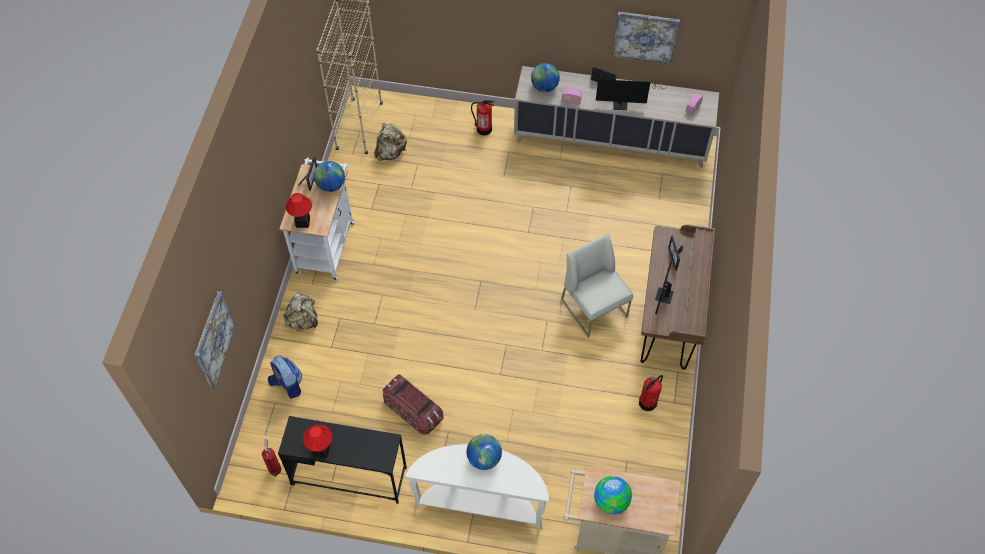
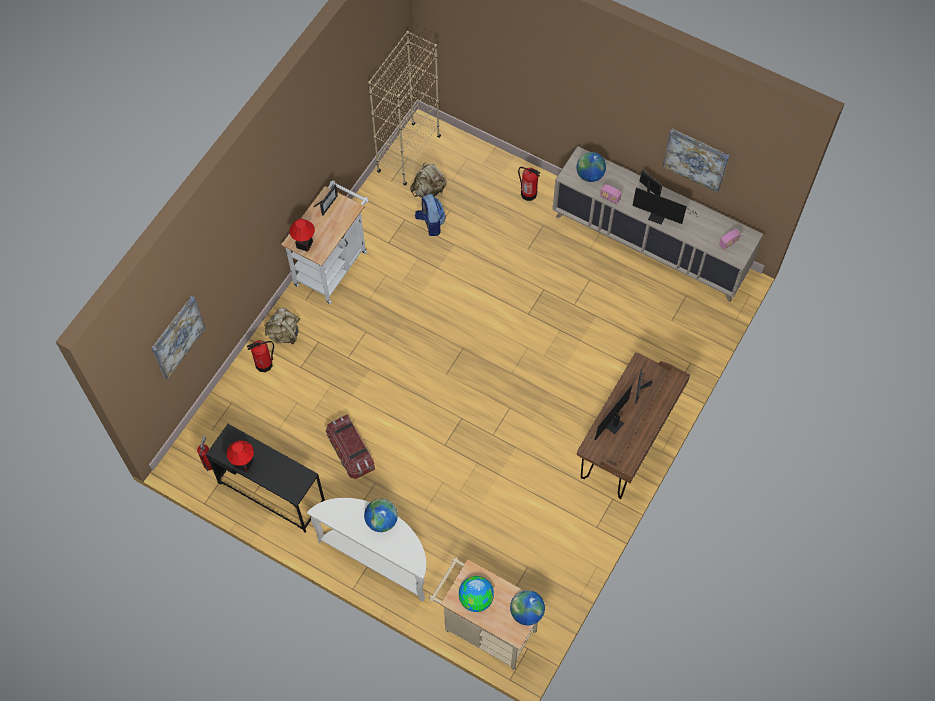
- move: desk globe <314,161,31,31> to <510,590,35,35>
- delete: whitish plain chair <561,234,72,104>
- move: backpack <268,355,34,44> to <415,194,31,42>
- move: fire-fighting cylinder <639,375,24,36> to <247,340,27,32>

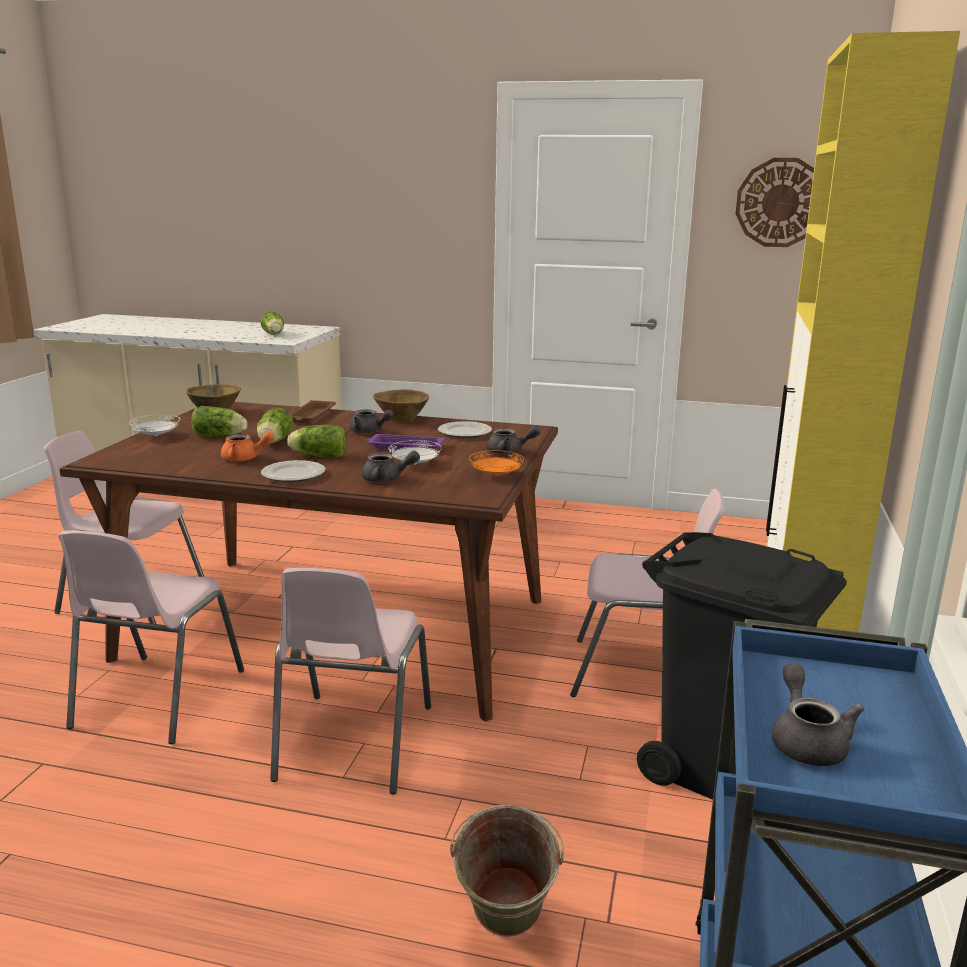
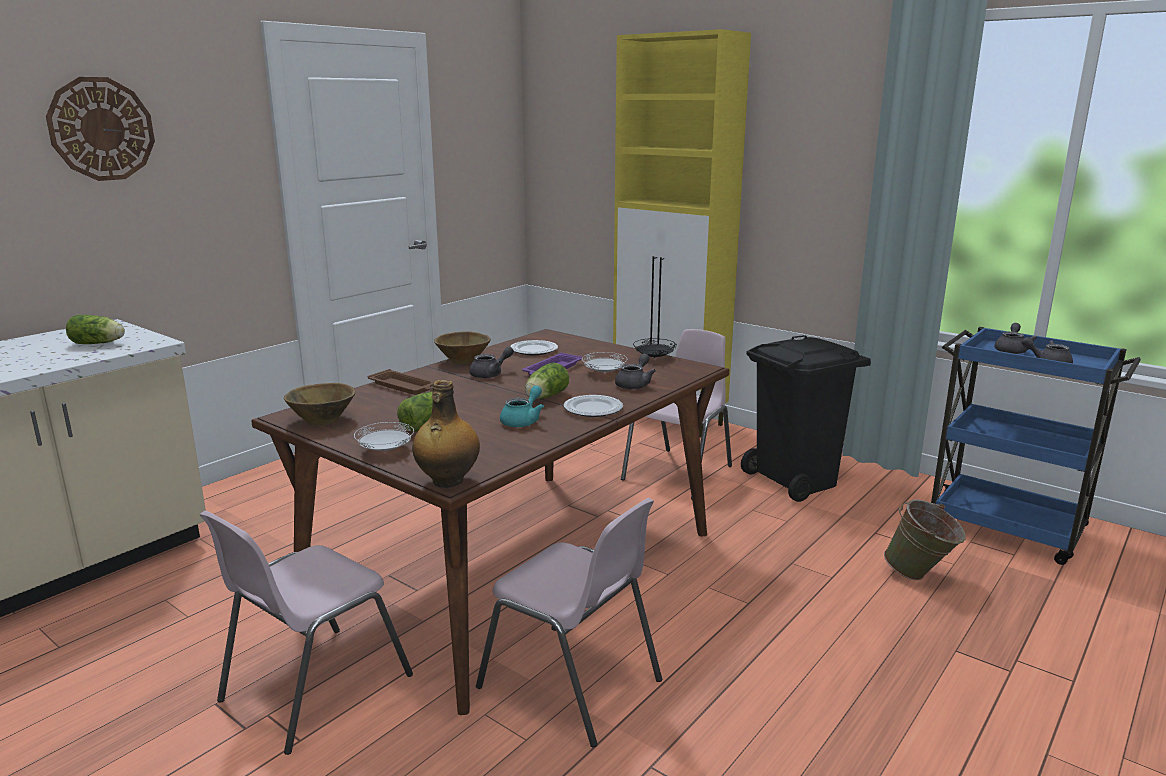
- move: wall clock <735,158,79,89> to <46,77,109,104>
- delete: lettuce head <257,408,37,36>
- move: greyish tea pot <487,426,53,29> to <994,323,43,31>
- recolor: orange-coloured tea pot <221,432,54,30> to blue-green tea pot <500,385,44,42>
- recolor: orange-coloured plate <469,450,55,26> to black plate <633,338,44,20>
- delete: pink-coloured plain chair <270,568,161,226>
- insert: drink bottle <412,380,68,108>

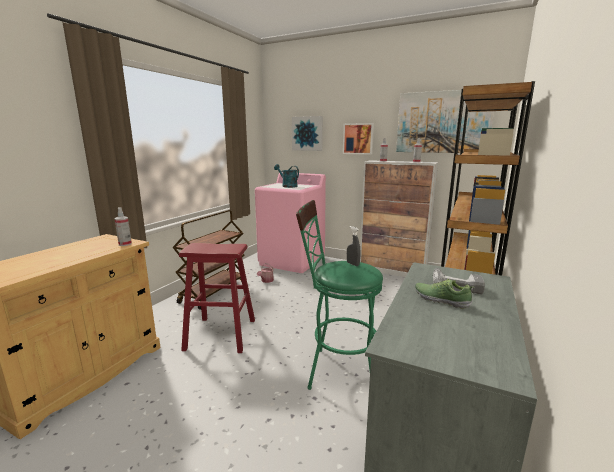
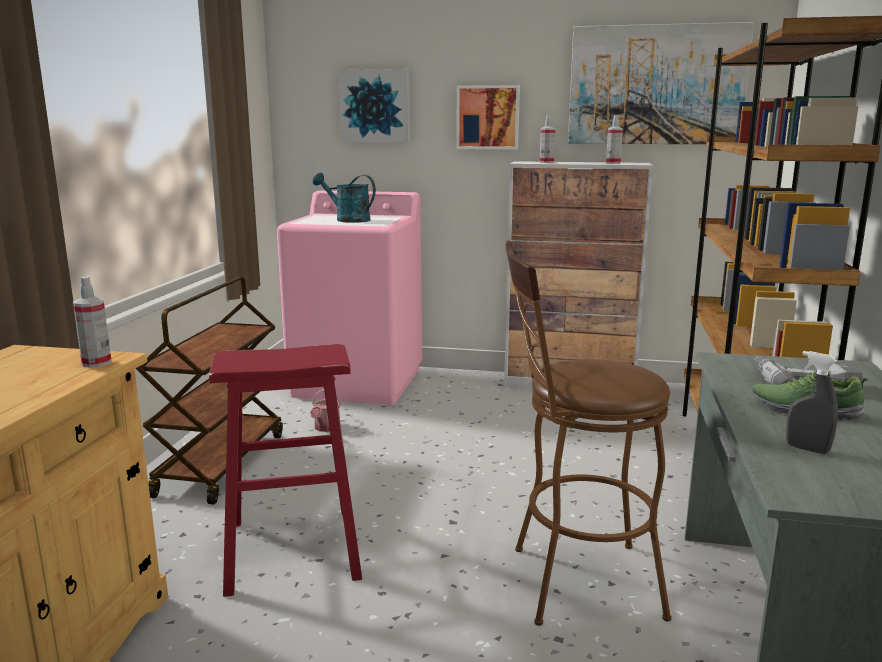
- recolor: green-coloured stool seat <296,200,87,190> to brown stool seat <505,241,166,385>
- move: greyish hand sprayer <347,226,13,40> to <786,351,52,103>

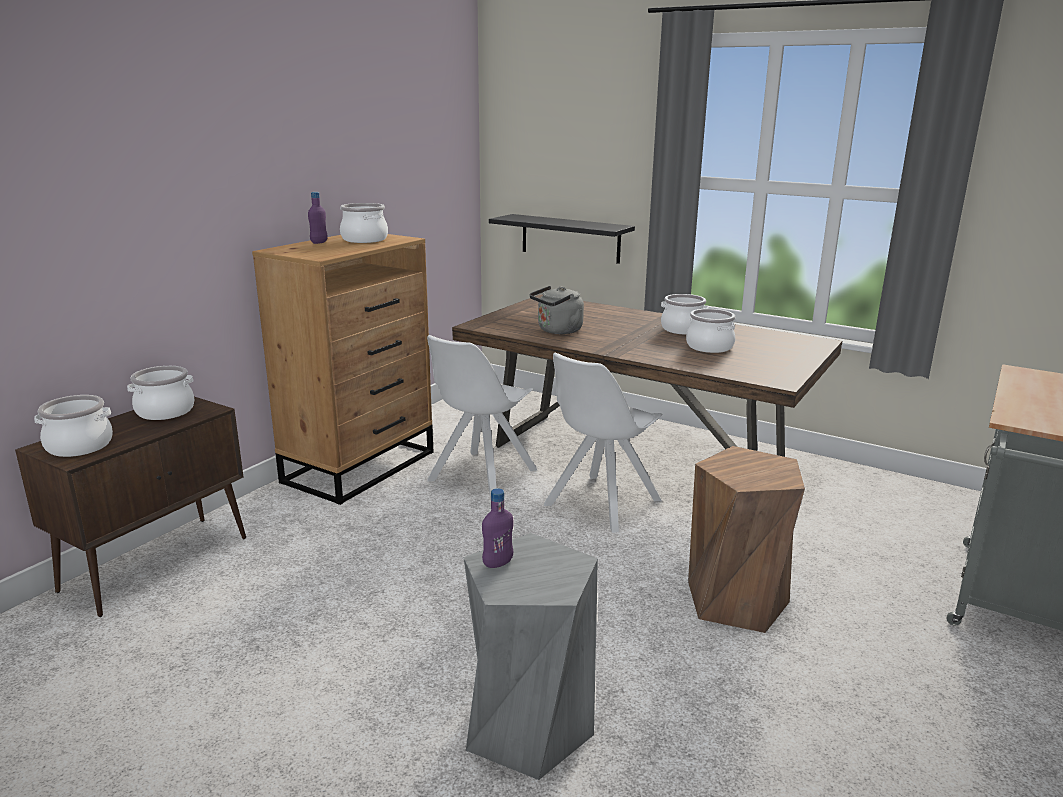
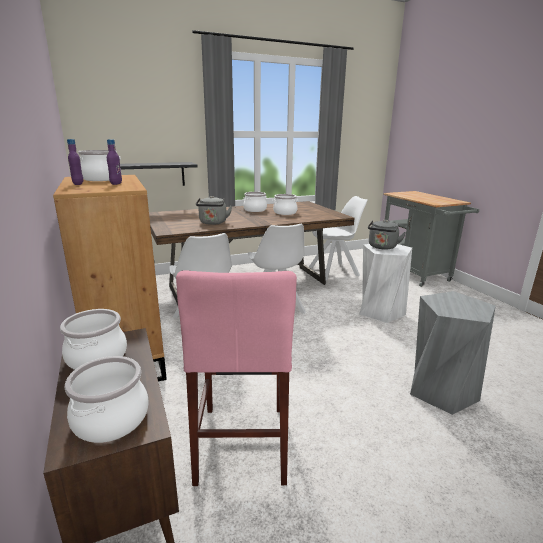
- recolor: brown stool seat <688,446,117,187> to whitish stool seat <359,244,53,79>
- move: purple drink bottle <482,488,31,80> to <107,139,15,46>
- insert: whitish plain chair <309,196,59,84>
- insert: greyish water kettle <368,220,38,30>
- insert: pink-coloured stool seat <176,270,121,216>

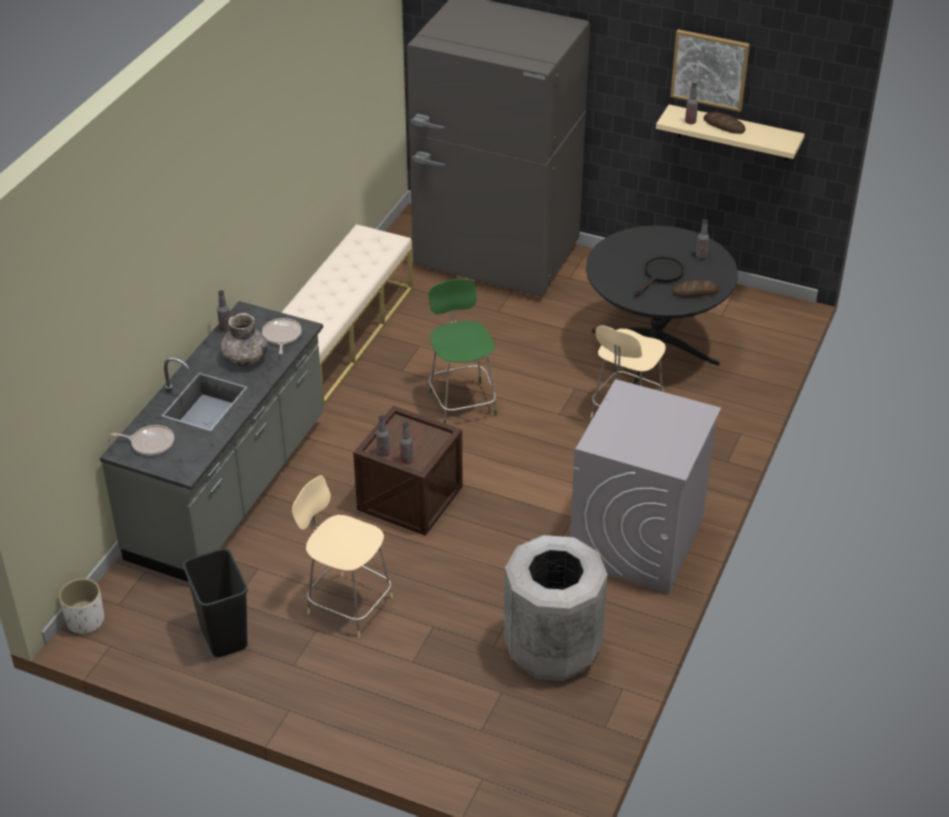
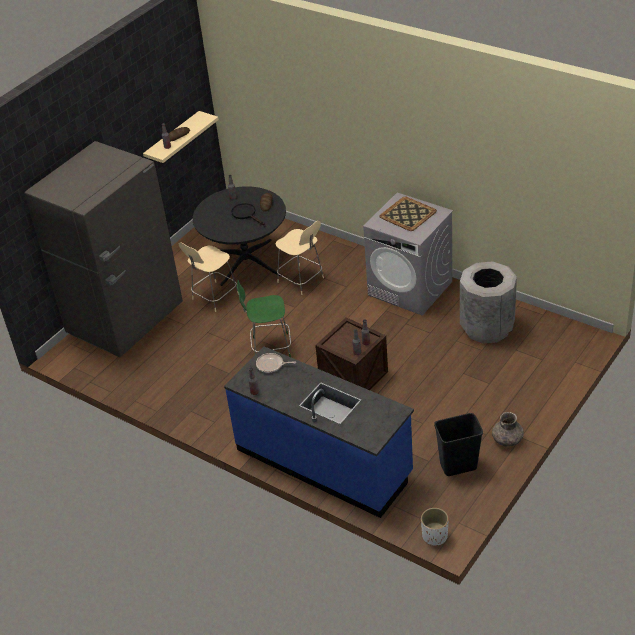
- delete: wall picture <670,29,80,83>
- delete: sand-coloured bench <281,224,132,182>
- recolor: greyish counter <100,301,224,281> to blue counter <224,346,190,172>
- move: greyish flower vase <220,313,48,53> to <492,412,32,35>
- delete: pan <111,425,63,31>
- move: sand-coloured plain chair <292,475,101,163> to <179,242,60,70>
- insert: serving tray <379,197,58,34>

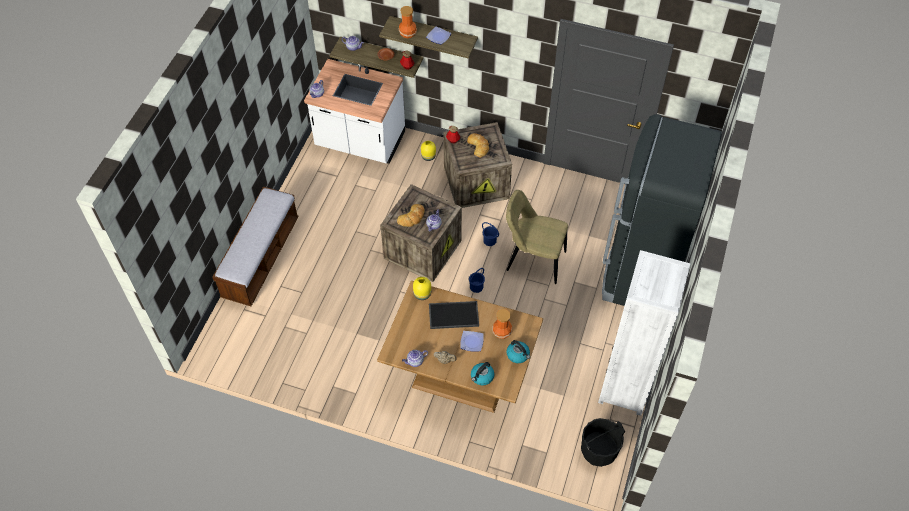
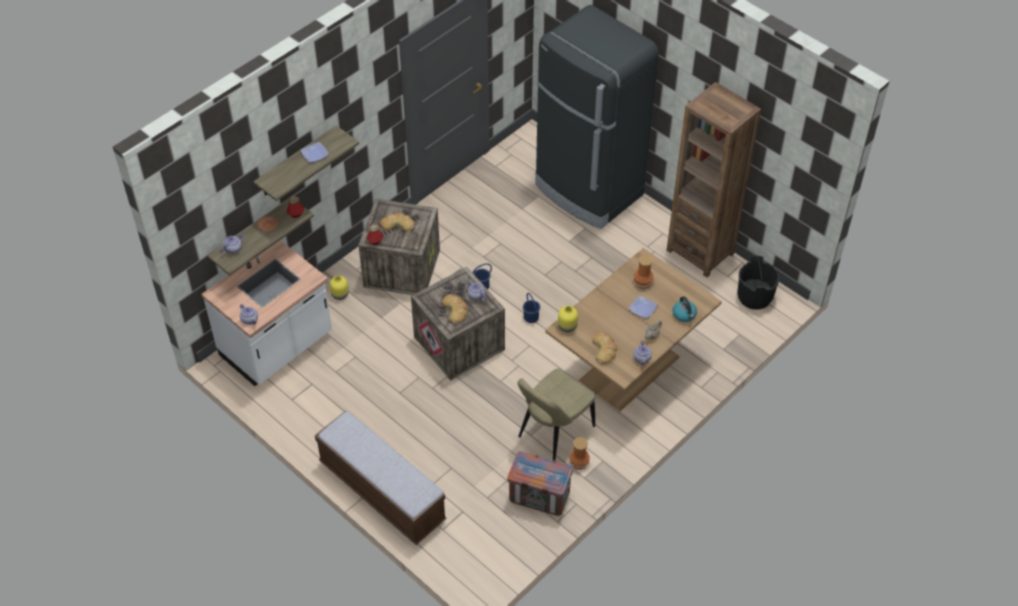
- move: flower vase <398,6,19,32> to <569,437,21,33>
- move: sand-coloured plain chair <506,190,62,94> to <517,368,79,92>
- recolor: whitish bookcase <598,250,92,166> to brown bookcase <667,82,94,195>
- delete: serving tray <429,301,50,28>
- delete: water kettle <506,340,24,23>
- insert: bakery bread <592,332,25,33>
- insert: crate <507,451,66,65>

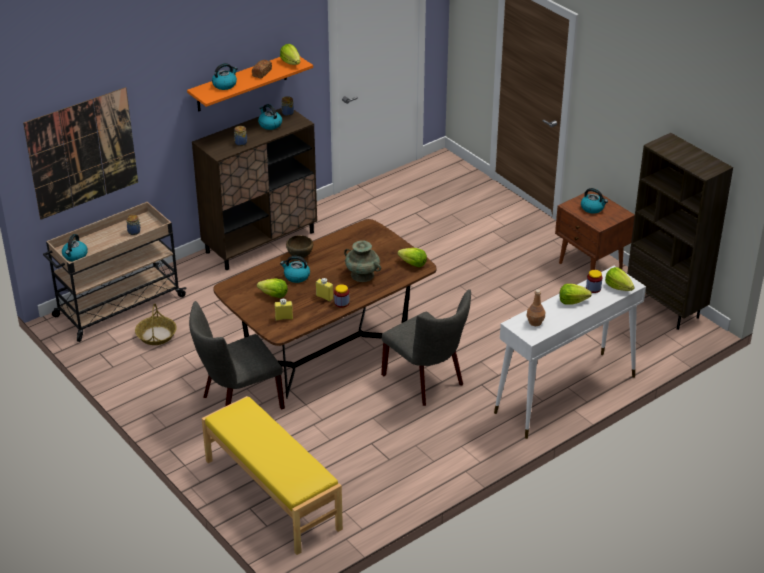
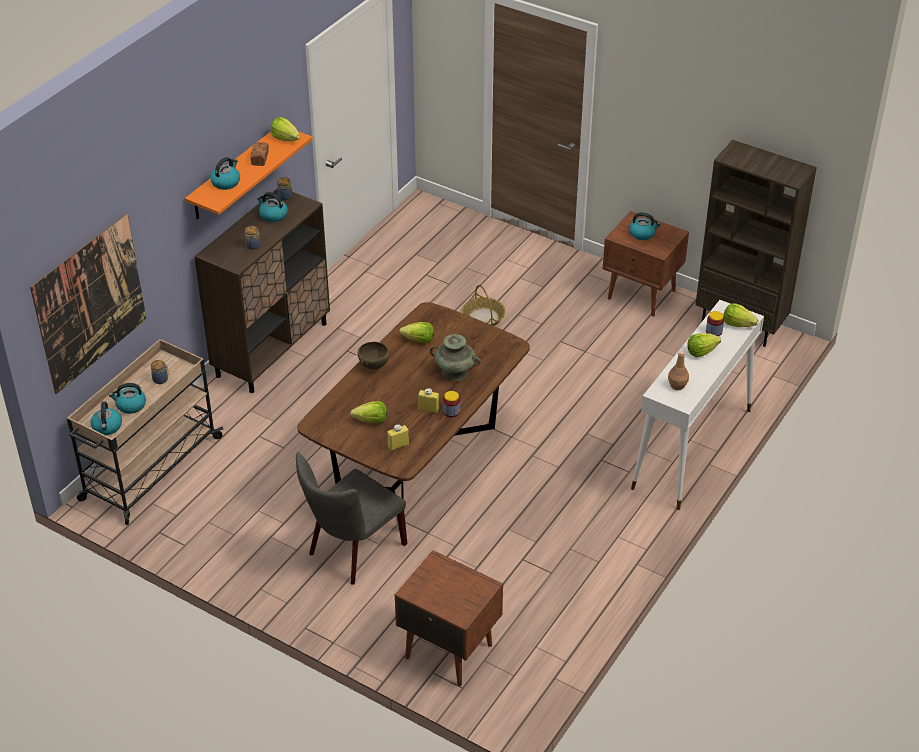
- move: lettuce head <397,248,30,19> to <399,322,35,21>
- move: water kettle <280,256,30,27> to <109,383,37,31>
- delete: greyish plain chair <381,289,90,117>
- move: storage basket <135,304,42,41> to <462,285,43,41>
- replace: yellow bench <202,396,141,159> to brown nightstand <395,550,108,136>

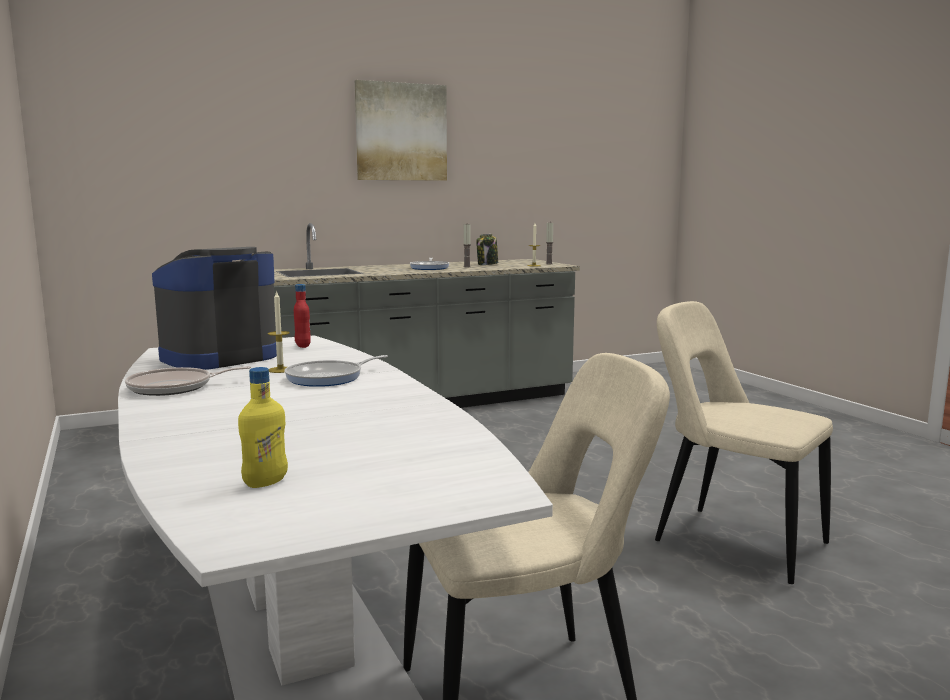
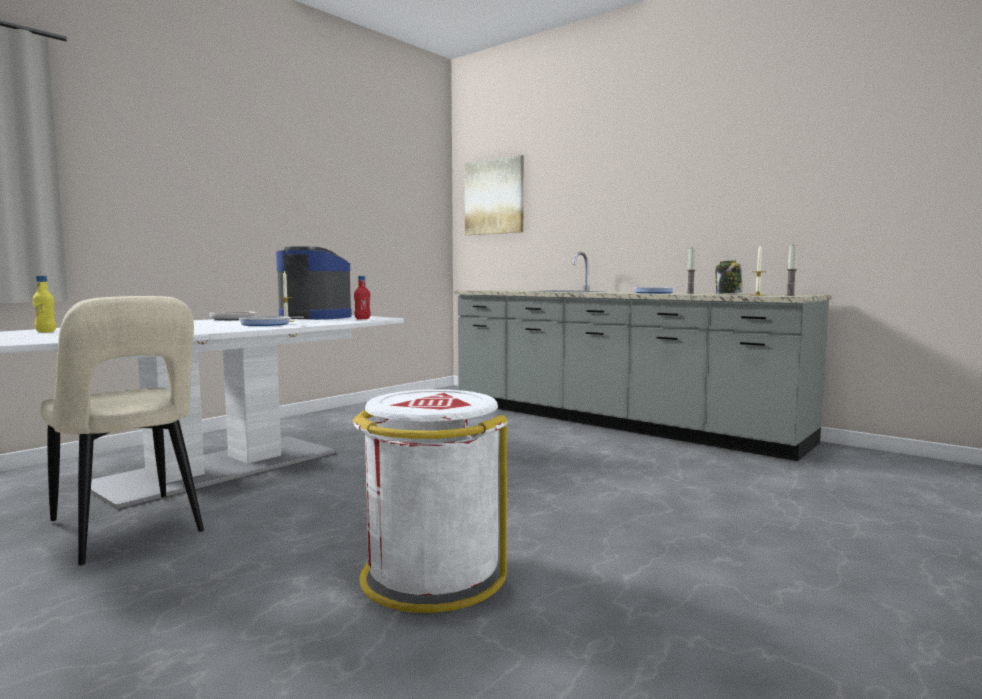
- move: wall picture <355,80,92,101> to <465,155,59,80>
- replace: sand-coloured plain chair <655,301,178,283> to whitish waste bin <353,389,155,224>

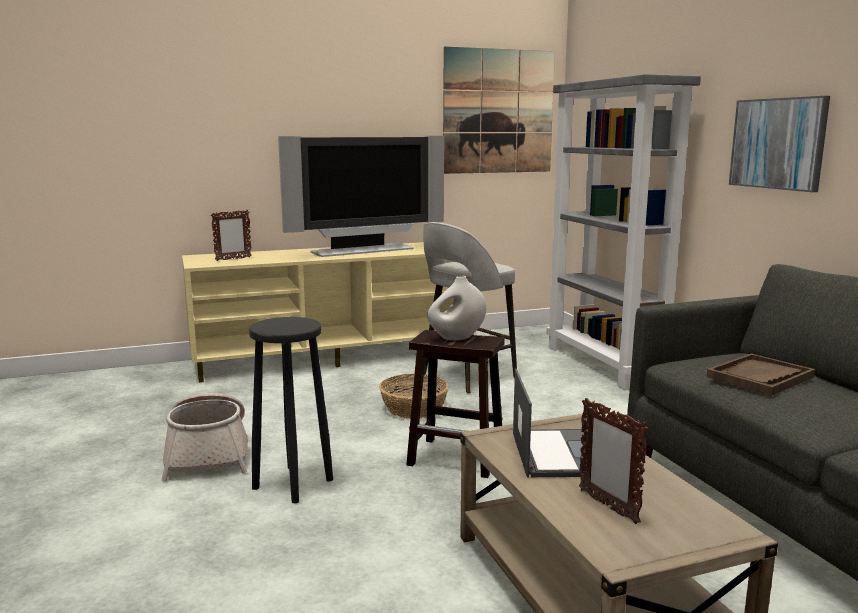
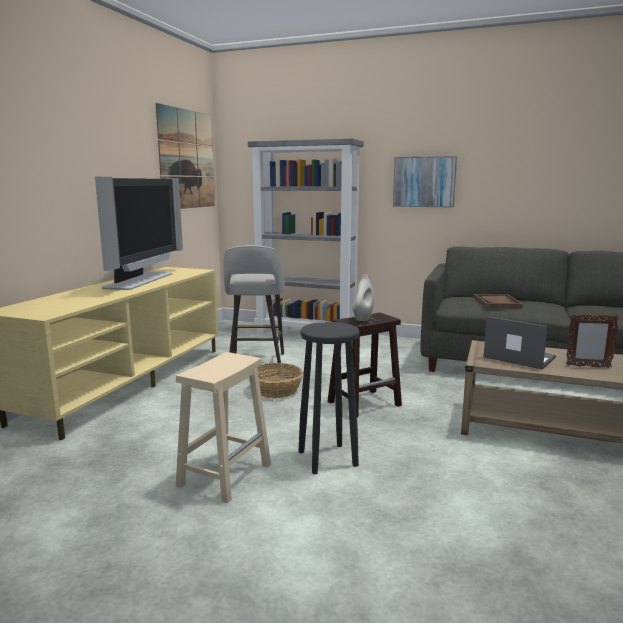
- delete: picture frame <211,210,41,51>
- replace: storage basket <161,393,87,88> to sand-coloured stool seat <176,352,95,151>

